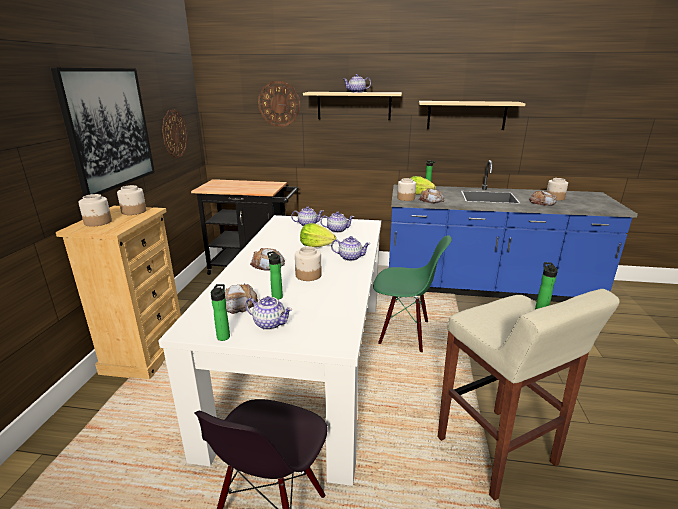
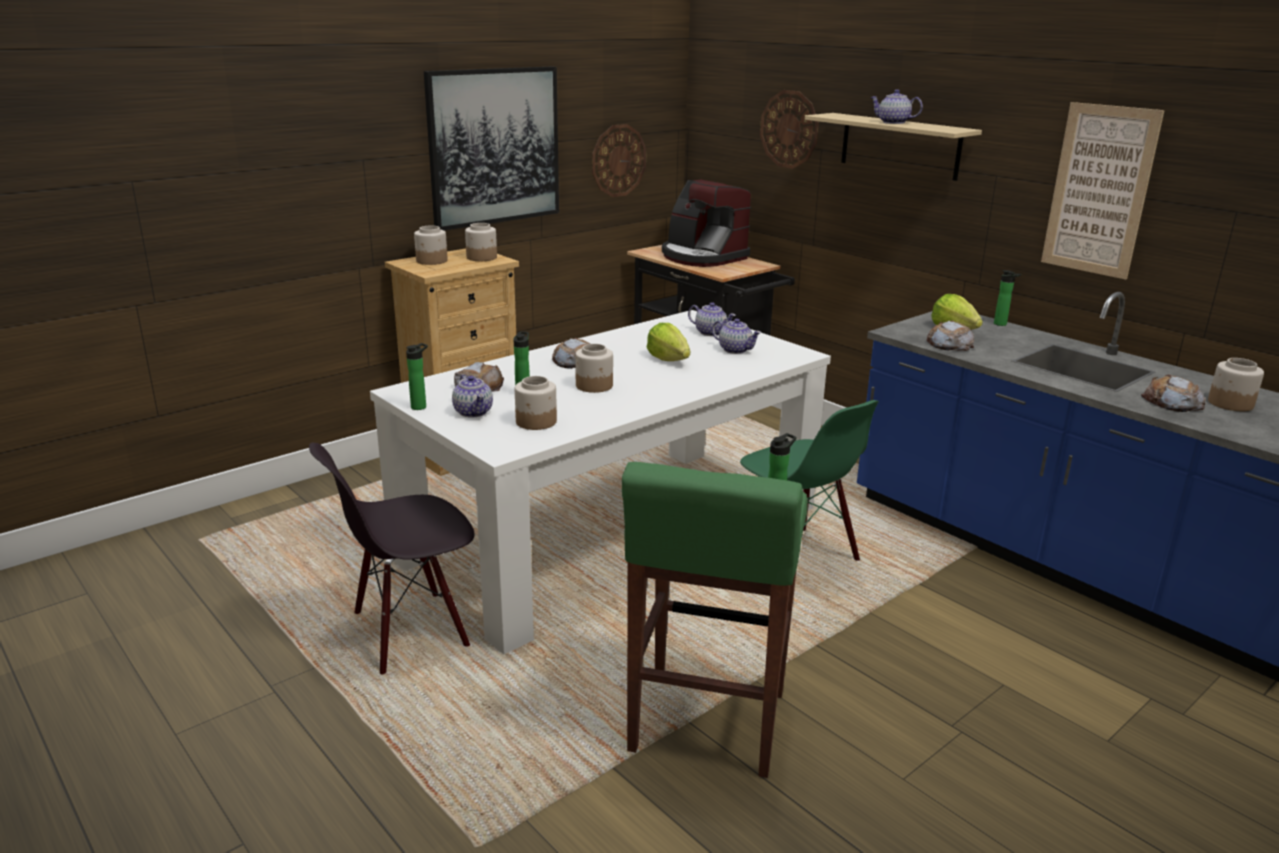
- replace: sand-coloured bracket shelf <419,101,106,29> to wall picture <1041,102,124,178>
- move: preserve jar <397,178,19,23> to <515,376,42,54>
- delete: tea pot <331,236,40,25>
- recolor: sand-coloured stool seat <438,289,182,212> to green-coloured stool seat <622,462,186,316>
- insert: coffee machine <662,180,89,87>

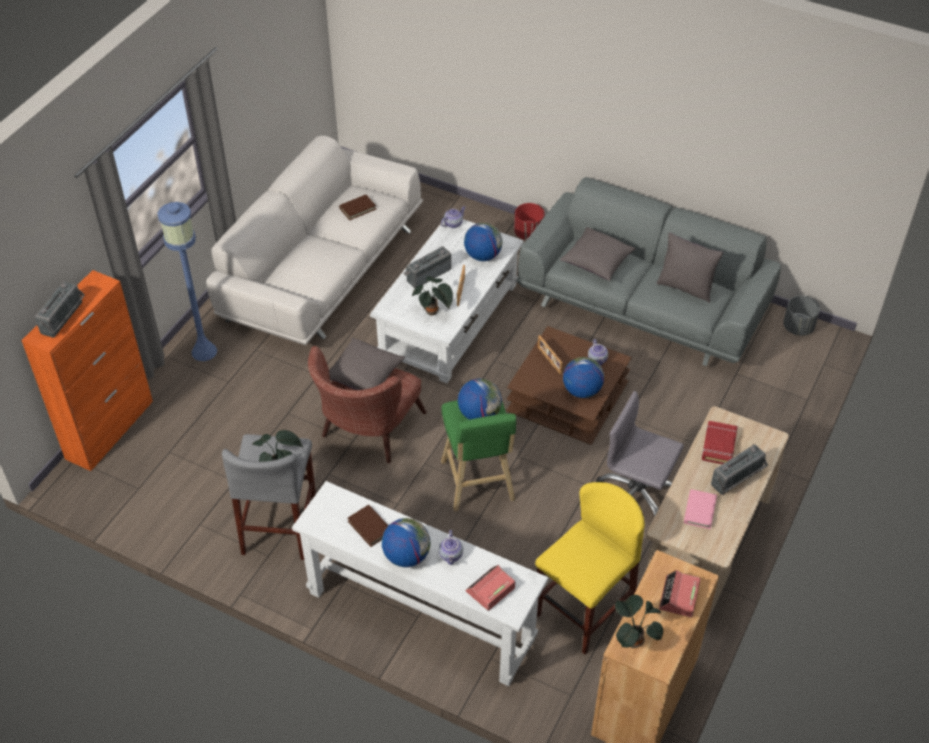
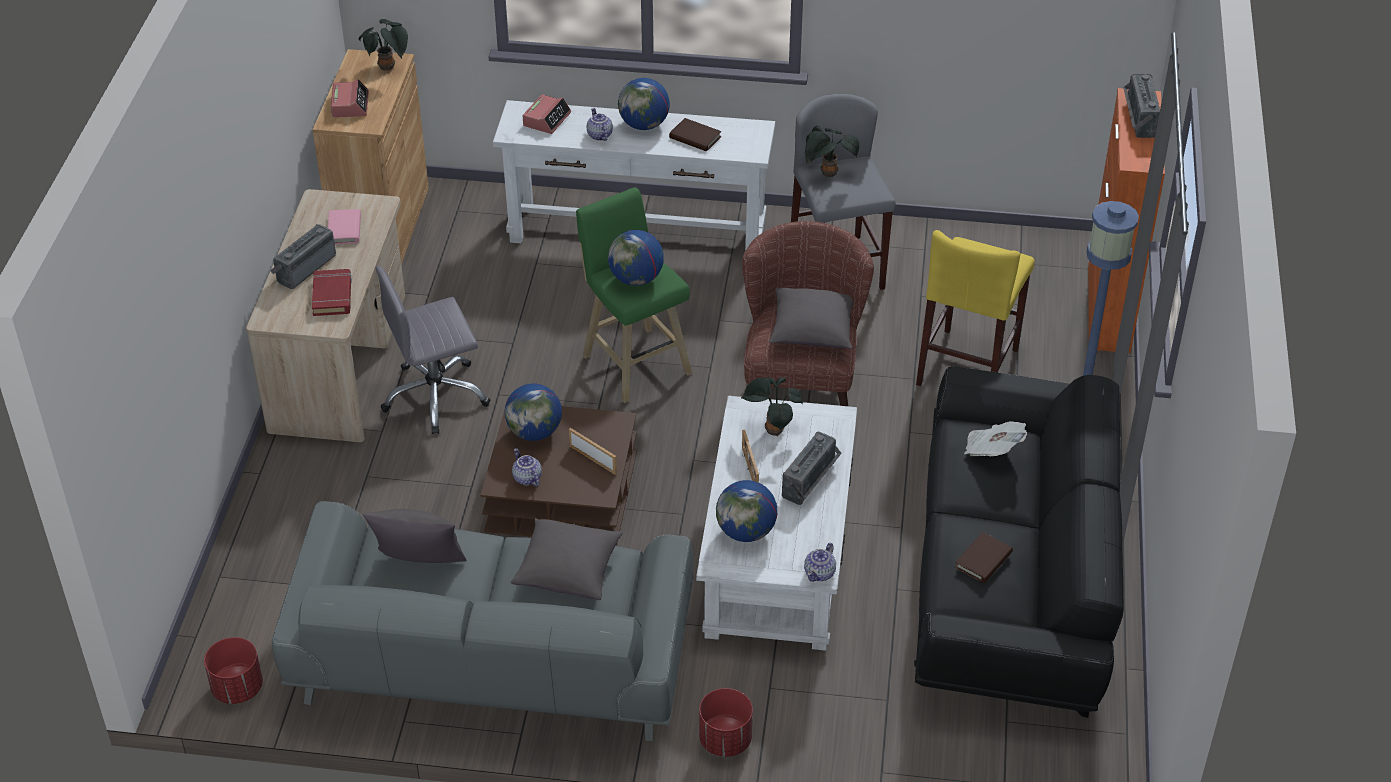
- recolor: whitish couch <206,136,217,209> to black couch <914,366,210,352>
- recolor: greyish flower pot <783,296,37,40> to reddish flower pot <204,637,59,67>
- rotate: greyish computer chair <596,391,88,125> = <375,266,115,168> 150 degrees clockwise
- move: yellow stool seat <535,482,110,173> to <916,230,119,156>
- insert: daily paper <964,421,63,35>

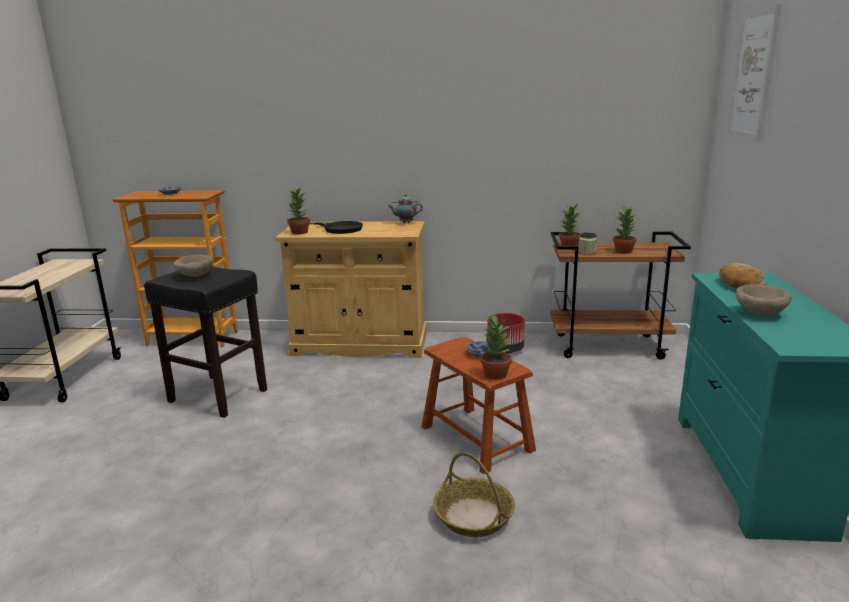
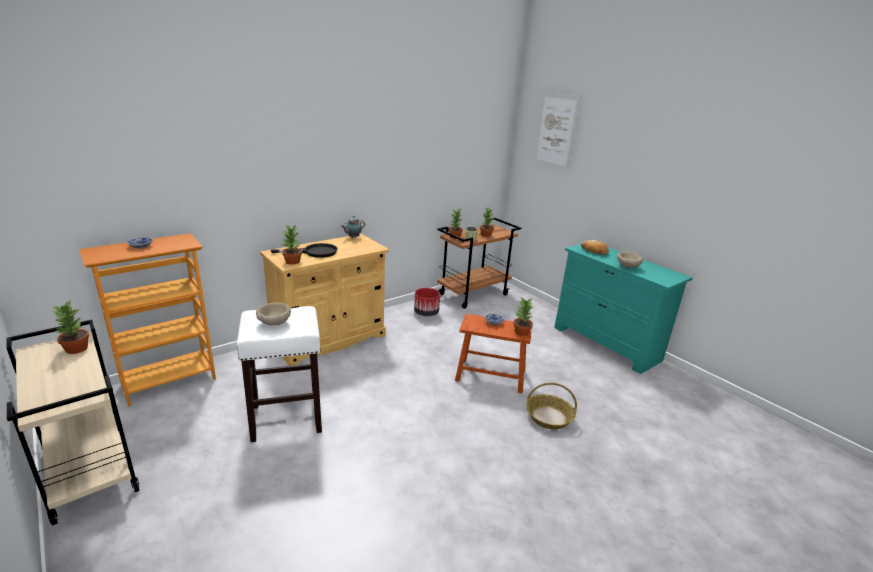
- recolor: black stool seat <144,266,123,152> to whitish stool seat <237,306,85,136>
- insert: plant in a pot <51,300,38,54>

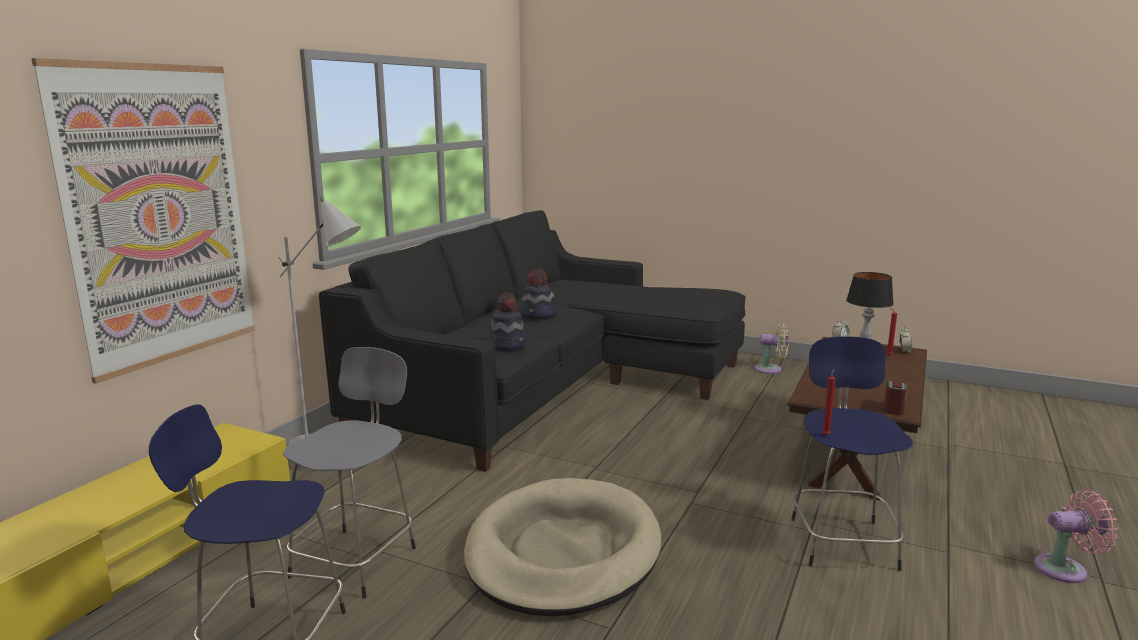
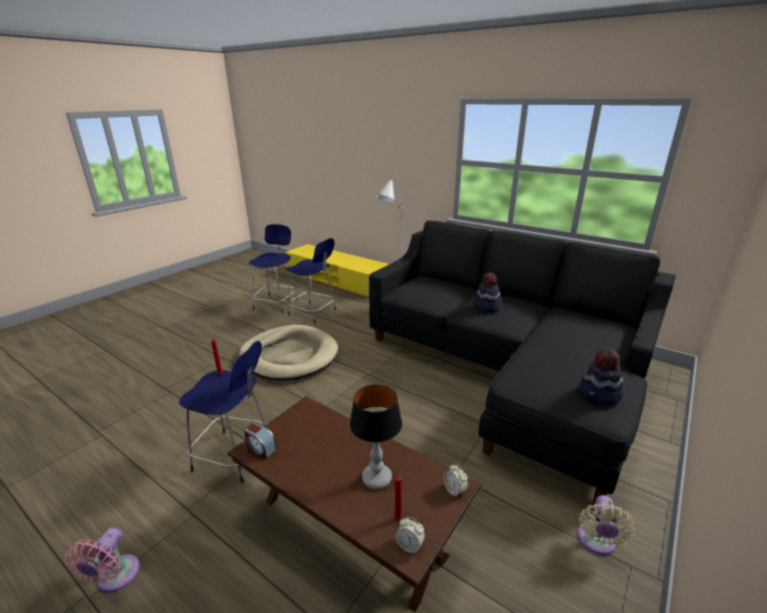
- delete: wall picture <31,58,224,326>
- move: clothing hat <488,293,39,58> to <579,349,44,55>
- recolor: greyish stool seat <283,347,133,251> to blue stool seat <286,238,50,86>

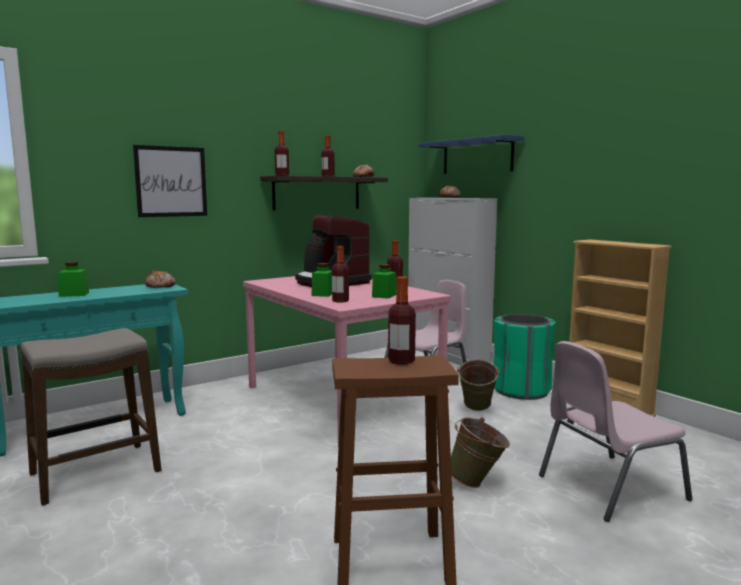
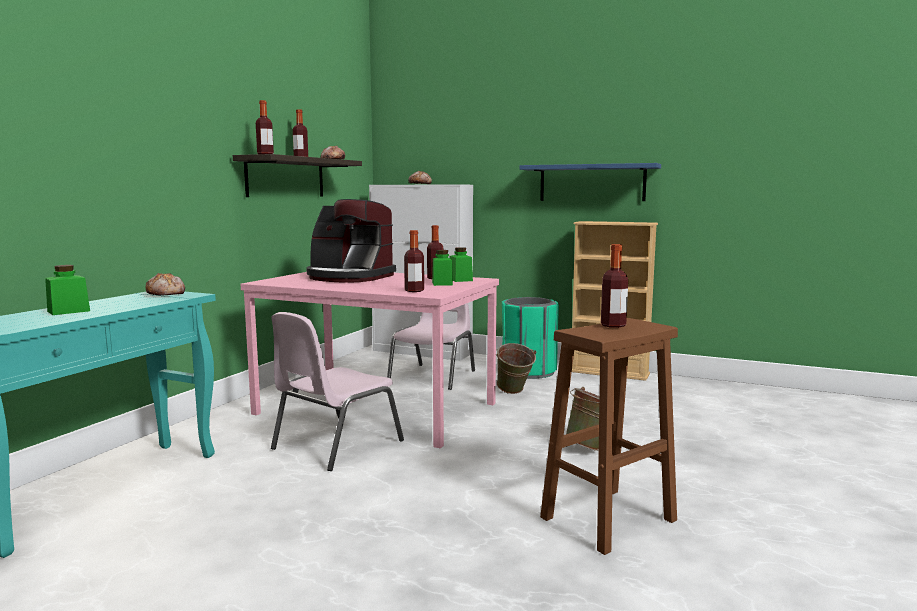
- move: blue bracket shelf <419,134,105,40> to <520,163,141,38>
- delete: wall picture <133,145,74,72>
- move: green-coloured preserve jar <311,263,21,34> to <450,247,23,35>
- delete: stool seat <21,328,140,177>
- move: pink-coloured plain chair <539,341,153,181> to <271,312,133,159>

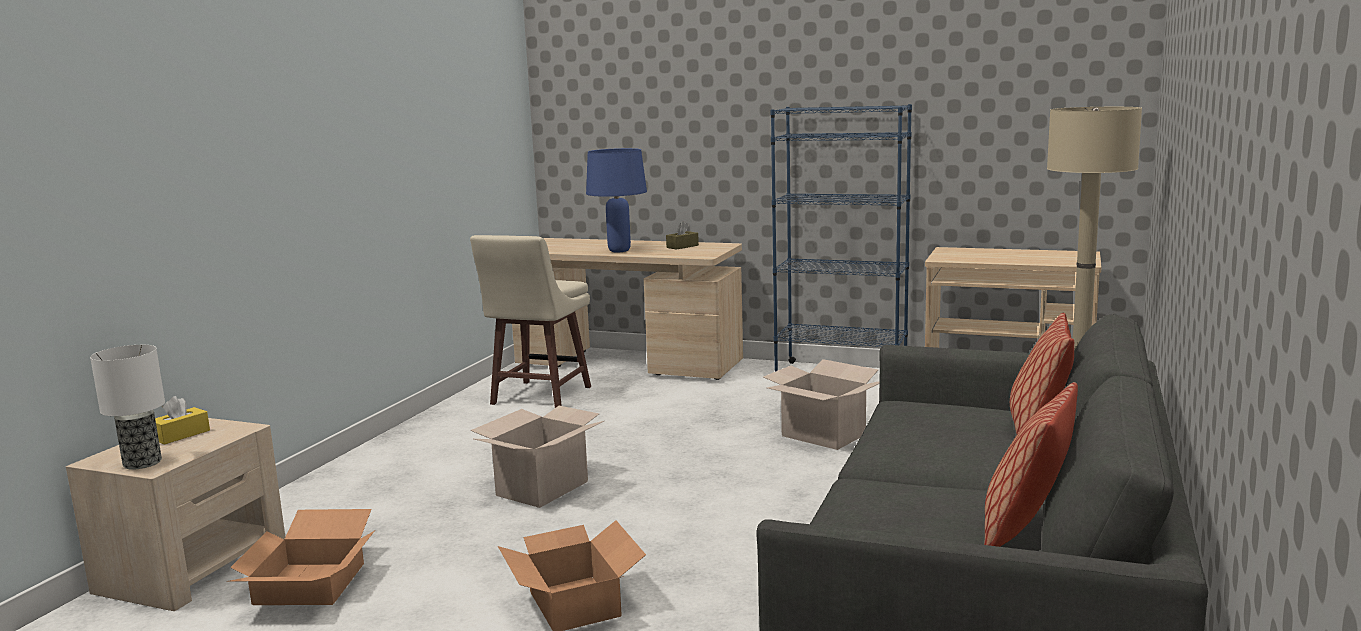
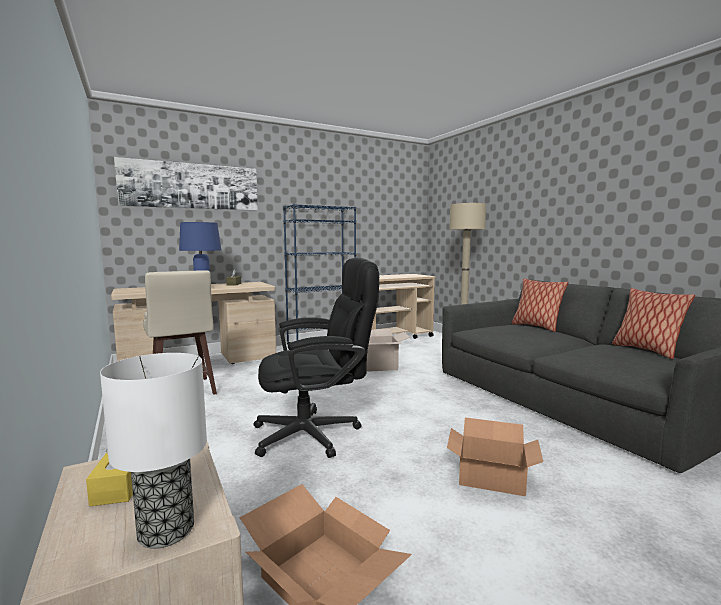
- replace: packing box <471,406,133,102> to black computer chair <253,257,126,201>
- insert: wall picture <114,157,144,54>

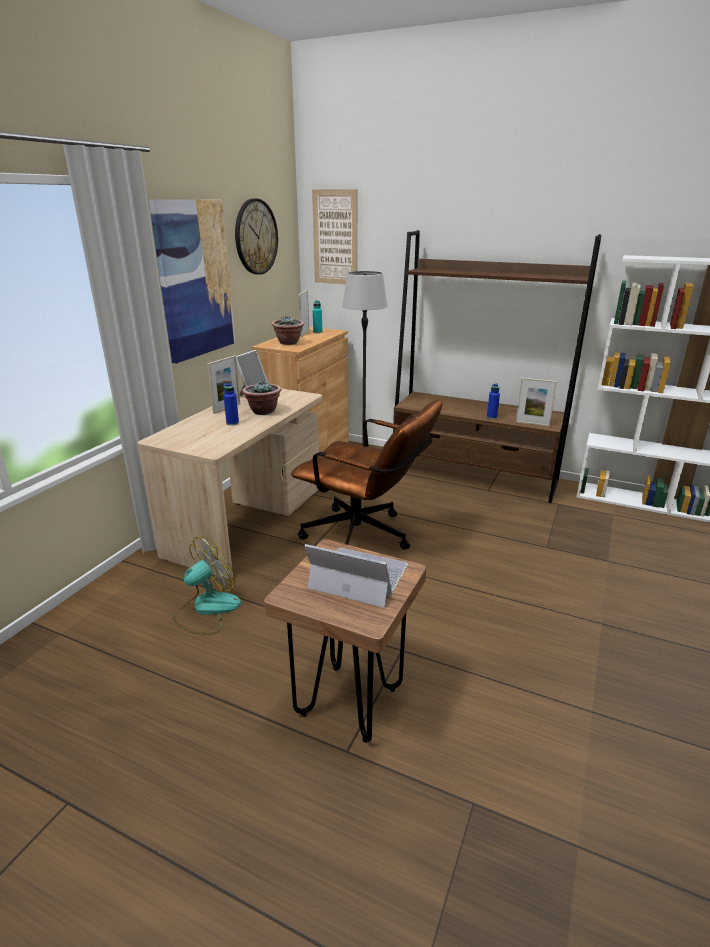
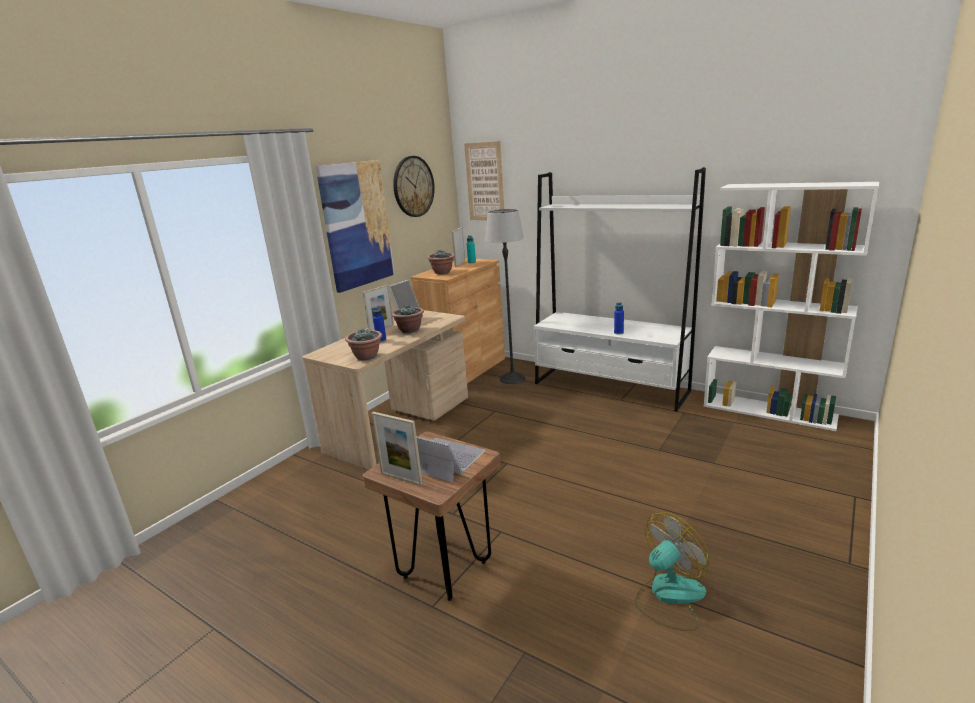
- recolor: brown bookcase <393,230,209,273> to whitish bookcase <534,167,172,245>
- move: picture frame <516,378,41,49> to <372,412,51,74>
- delete: brown computer chair <291,400,151,150>
- move: cooling fan <173,536,68,98> to <635,512,75,119>
- insert: plant in a pot <345,329,37,31>

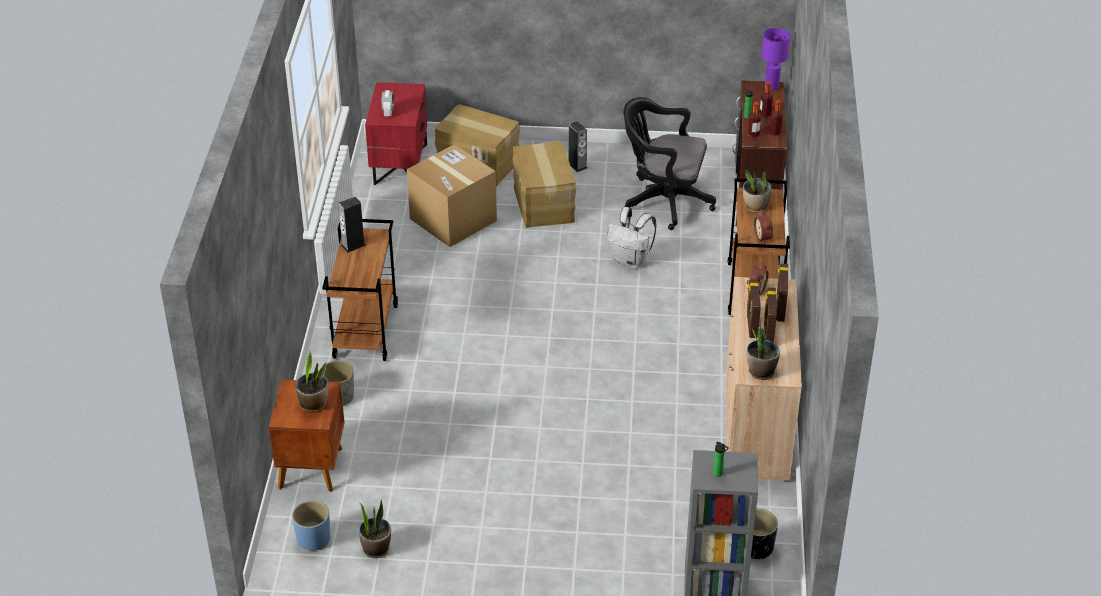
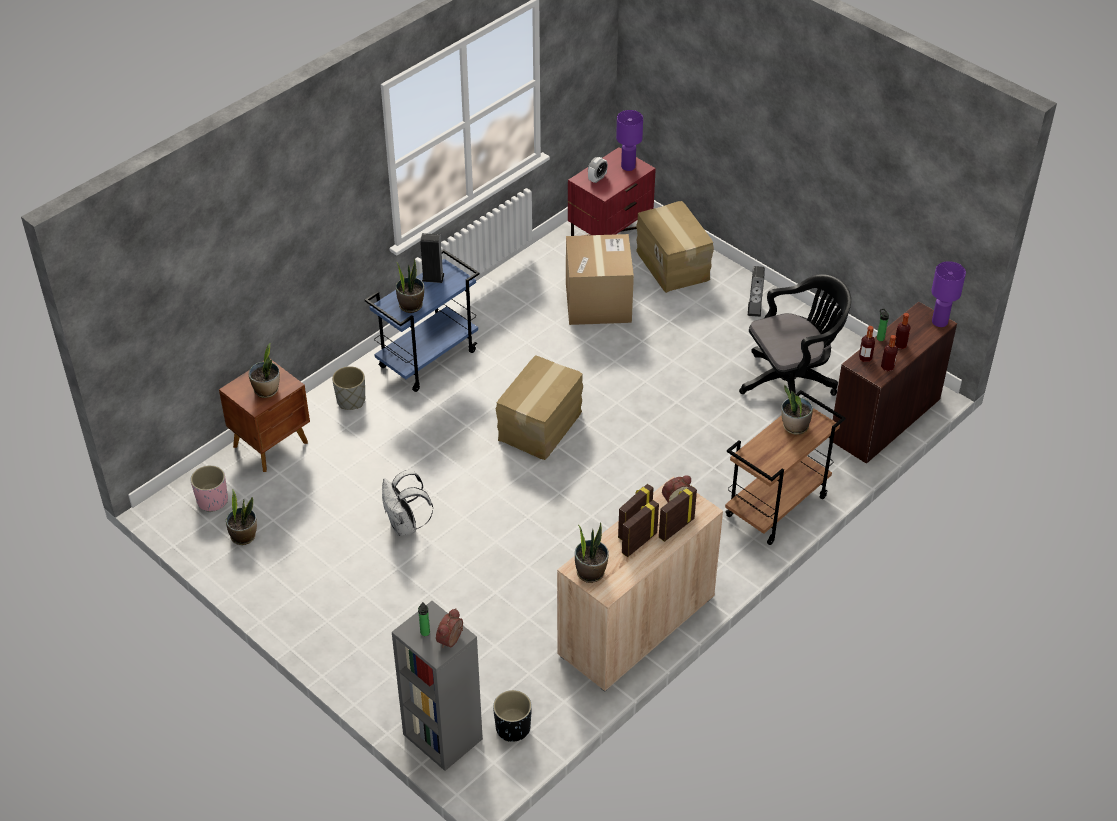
- rotate: black computer chair <623,97,93,133> = <739,274,112,122> 105 degrees clockwise
- move: packing box <512,141,64,87> to <496,355,87,105>
- move: whitish backpack <607,207,49,61> to <382,470,51,66>
- move: alarm clock <754,209,19,35> to <436,608,27,40>
- recolor: brown wheeled cart <322,219,76,142> to blue wheeled cart <365,249,115,143>
- recolor: blue flower pot <292,500,38,51> to pink-coloured flower pot <191,465,37,47>
- insert: purple tabletop lamp <616,110,27,61>
- insert: plant in a pot <396,259,28,54>

